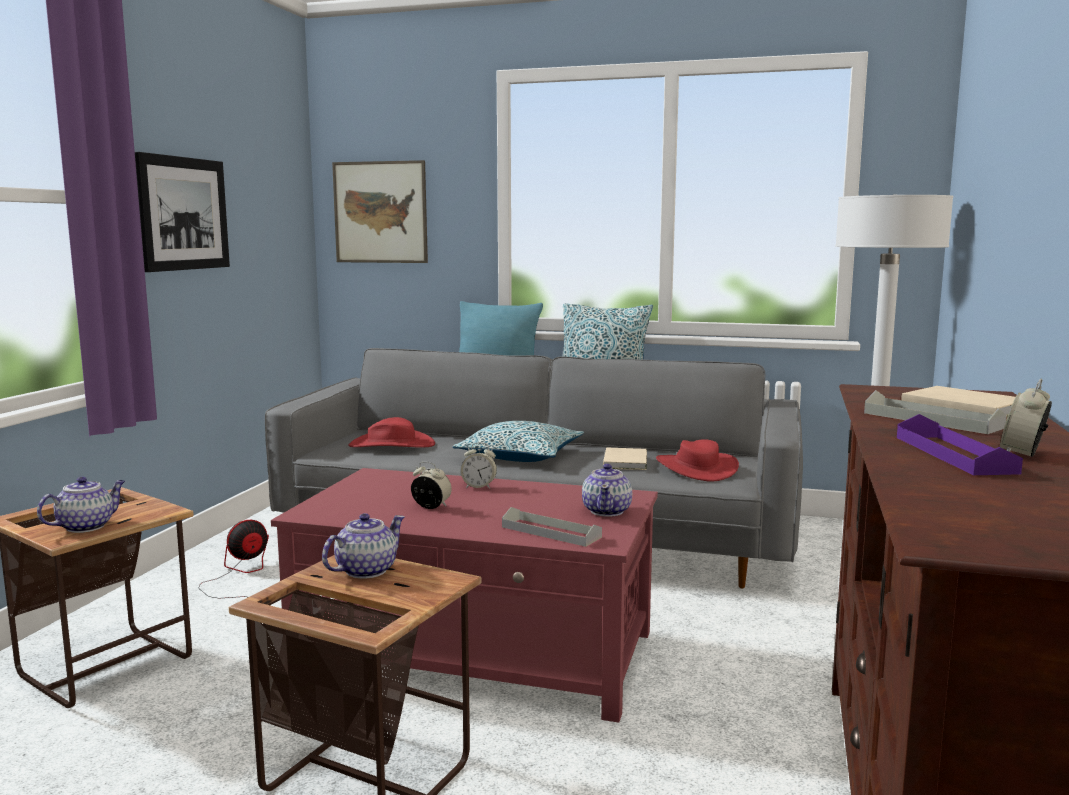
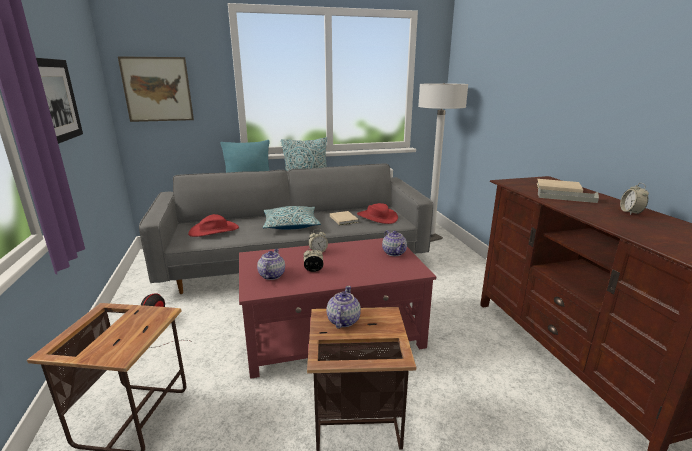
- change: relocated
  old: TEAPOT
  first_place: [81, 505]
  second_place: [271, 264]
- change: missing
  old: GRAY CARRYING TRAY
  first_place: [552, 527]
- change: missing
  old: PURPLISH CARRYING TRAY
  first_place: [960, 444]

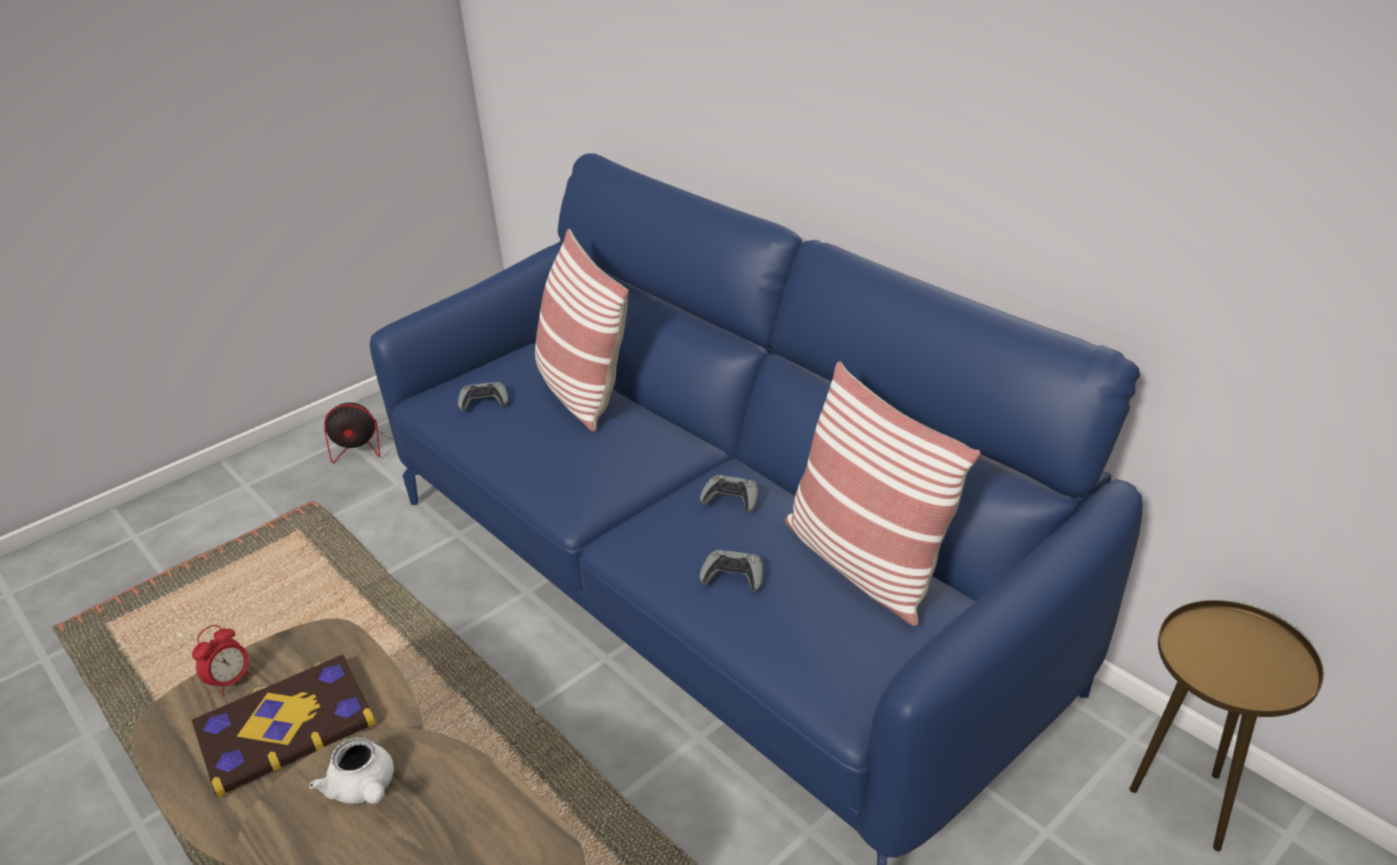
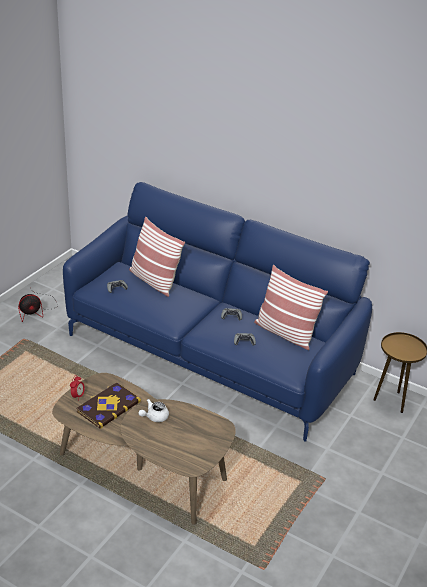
- change: spun
  old: WHITISH TEAPOT
  first_place: [351, 770]
  second_place: [154, 410]
  degrees: 105

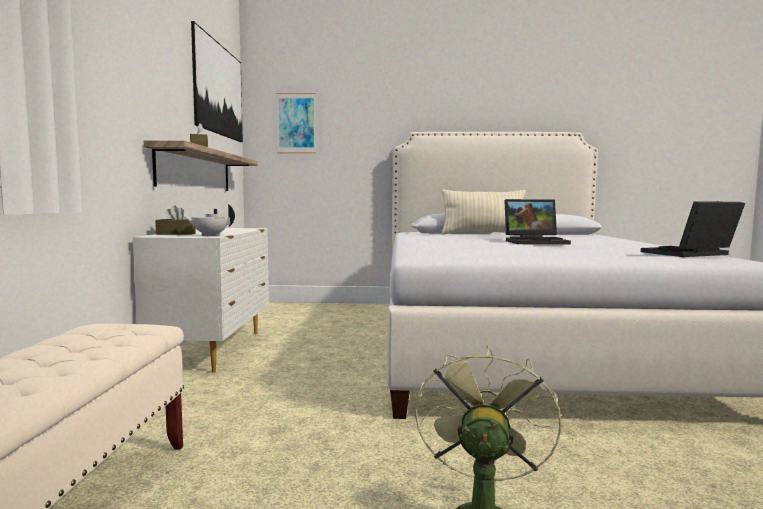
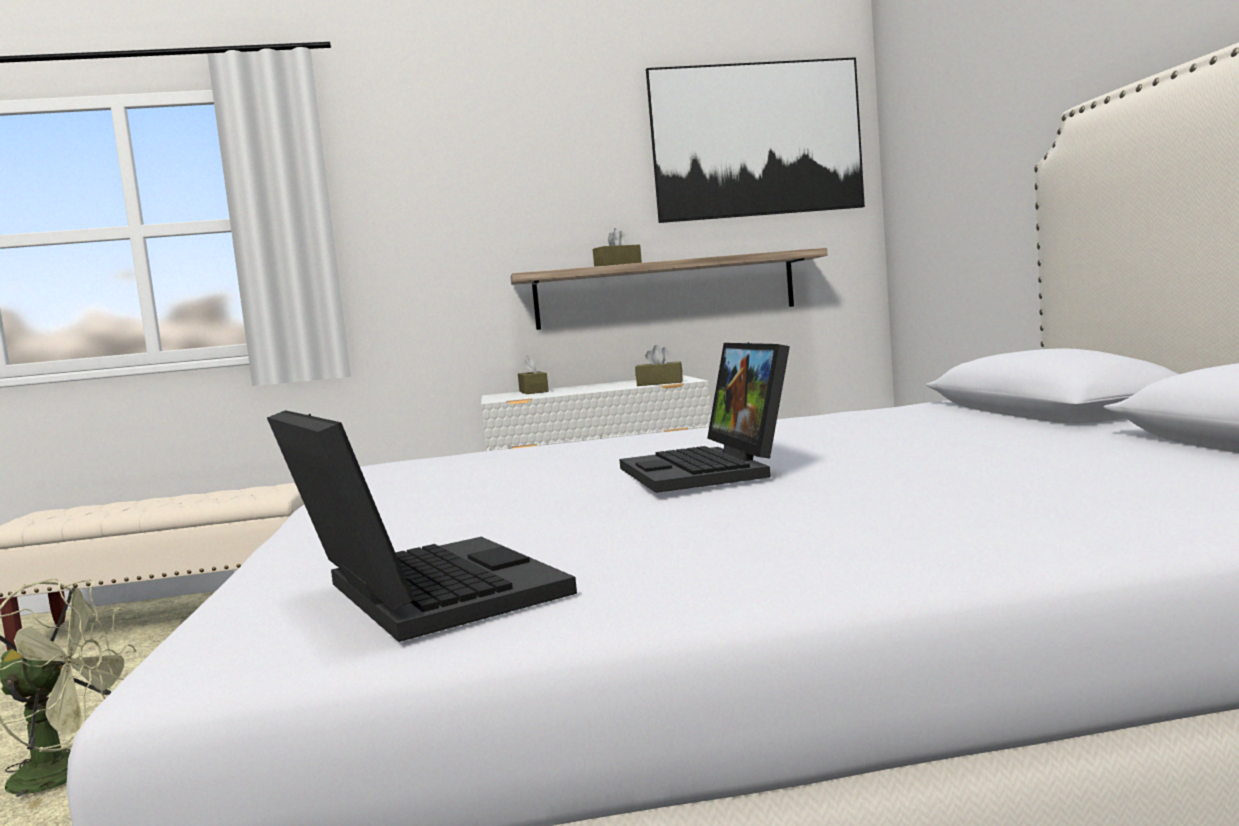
- change: missing
  old: WHITISH TEAPOT
  first_place: [209, 220]
- change: missing
  old: PICTURE
  first_place: [296, 123]
- change: missing
  old: SAND-COLOURED CUSHION
  first_place: [484, 211]
- change: appeared
  new: BROWNISH BOX OF TISSUES
  second_place: [659, 365]

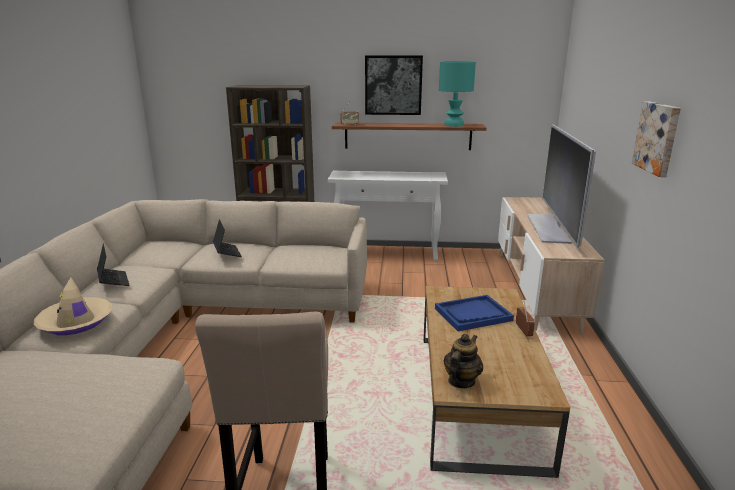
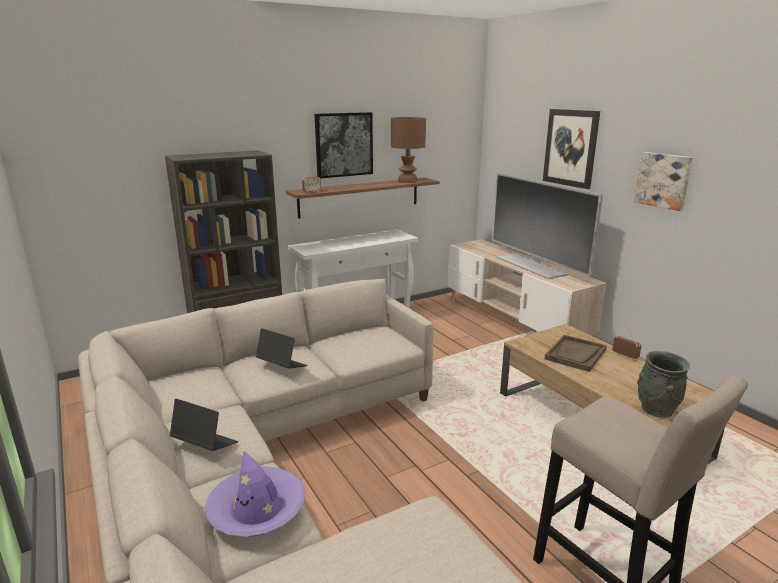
- change: colour
  old: SAND-COLOURED CLOTHING HAT
  new: PURPLISH CLOTHING HAT
  first_place: [73, 306]
  second_place: [255, 494]
- change: colour
  old: BLUE CARRYING TRAY
  new: BROWNISH CARRYING TRAY
  first_place: [474, 313]
  second_place: [575, 353]
- change: colour
  old: BLUE-GREEN TABLETOP LAMP
  new: BROWNISH TABLETOP LAMP
  first_place: [457, 94]
  second_place: [408, 150]
- change: exchanged
  old: TEAPOT
  new: GRAY DECORATIVE VASE
  first_place: [463, 361]
  second_place: [663, 384]
- change: appeared
  new: PICTURE
  second_place: [571, 149]

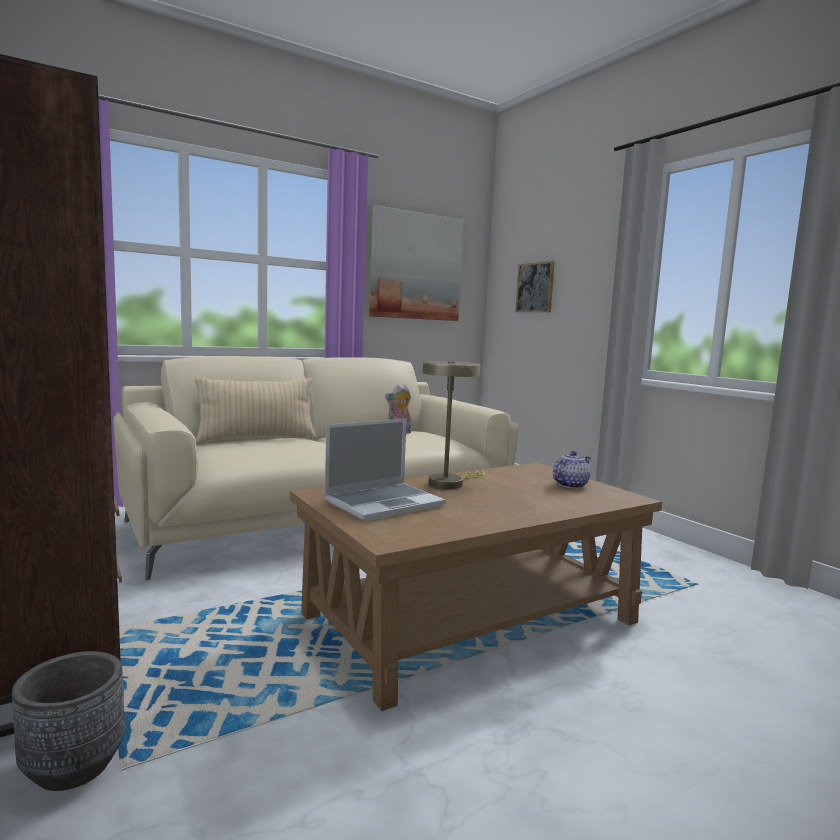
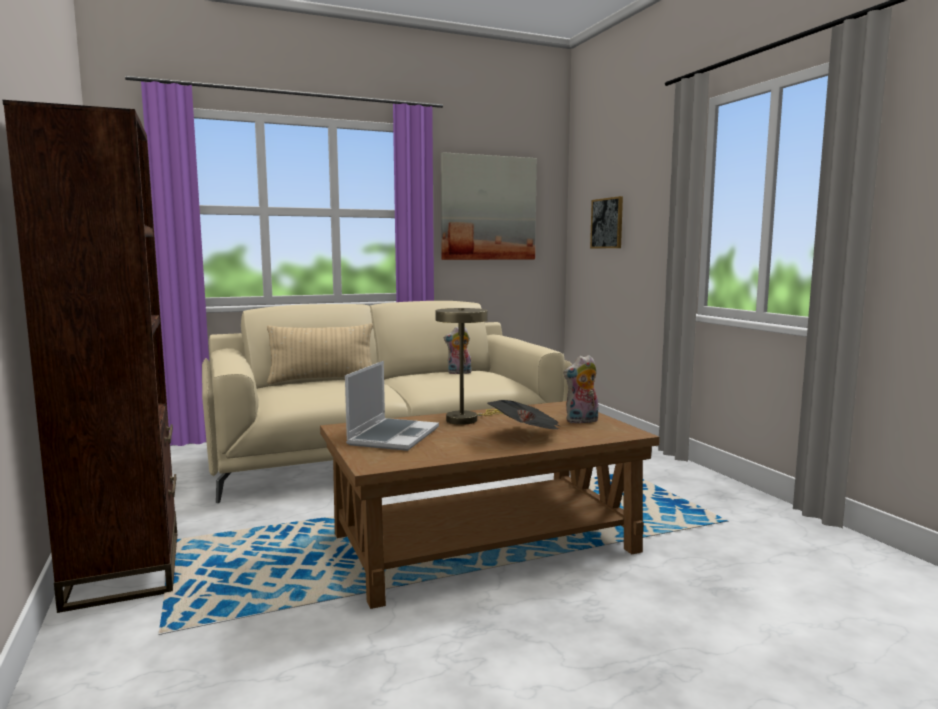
- change: missing
  old: GRAY PLANT POT
  first_place: [68, 721]
- change: spun
  old: PORTABLE COMPUTER
  first_place: [385, 470]
  second_place: [392, 406]
  degrees: -45
- change: exchanged
  old: TEAPOT
  new: SOFT TOY
  first_place: [572, 470]
  second_place: [580, 389]
- change: appeared
  new: NEWSPAPER
  second_place: [523, 414]

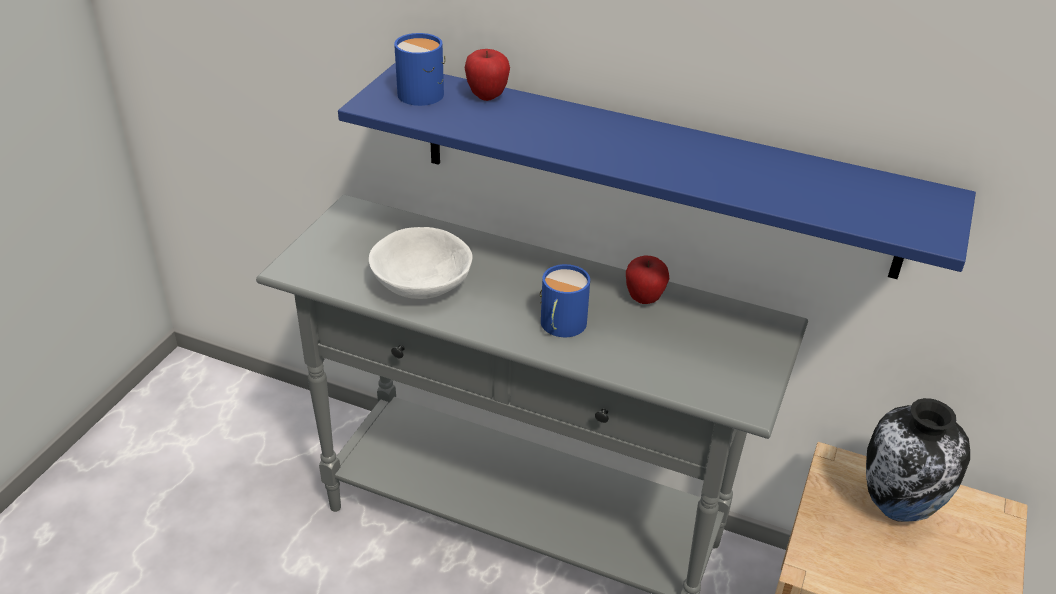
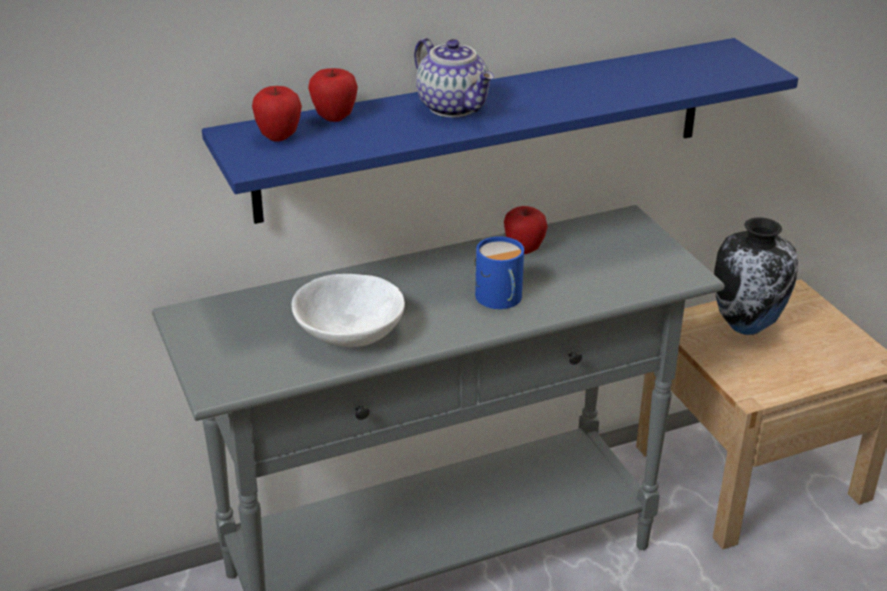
- change: exchanged
  old: BLUE TEA MUG
  new: APPLE
  first_place: [419, 69]
  second_place: [277, 114]
- change: appeared
  new: TEAPOT
  second_place: [454, 78]

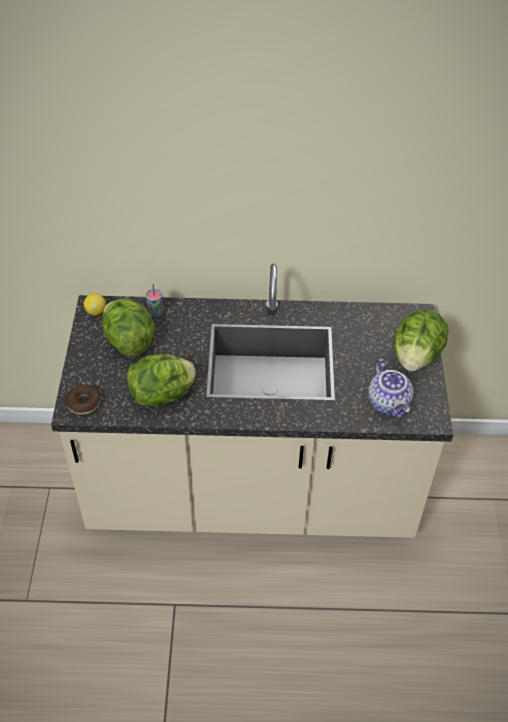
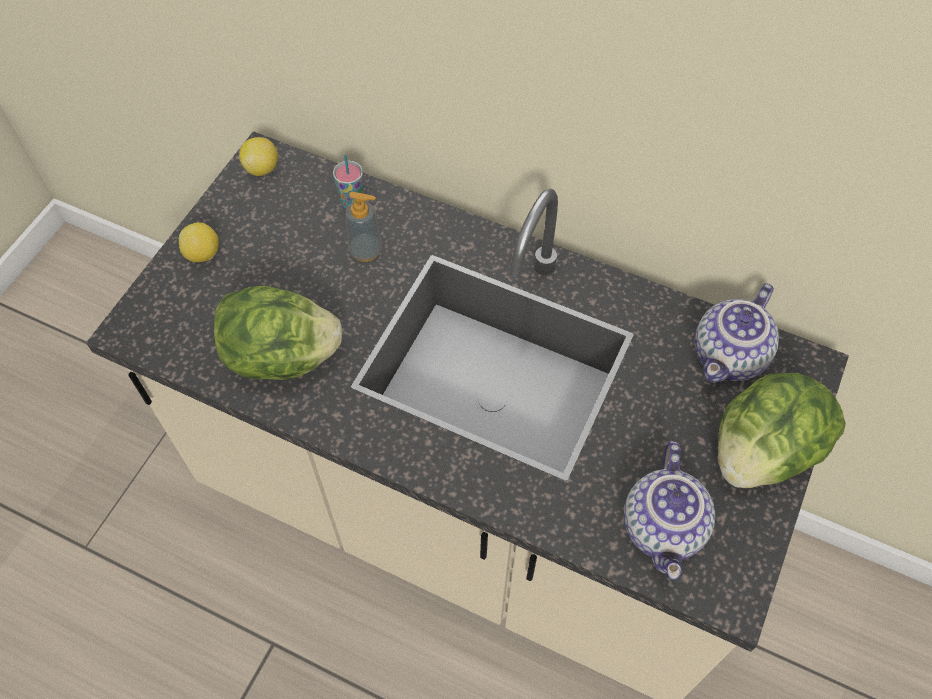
- change: missing
  old: RING DOUGHNUT
  first_place: [83, 399]
- change: missing
  old: HEAD OF LETTUCE
  first_place: [128, 327]
- change: appeared
  new: LEMON
  second_place: [199, 242]
- change: appeared
  new: SOAP DISPENSER
  second_place: [363, 227]
- change: appeared
  new: TEAPOT
  second_place: [737, 333]

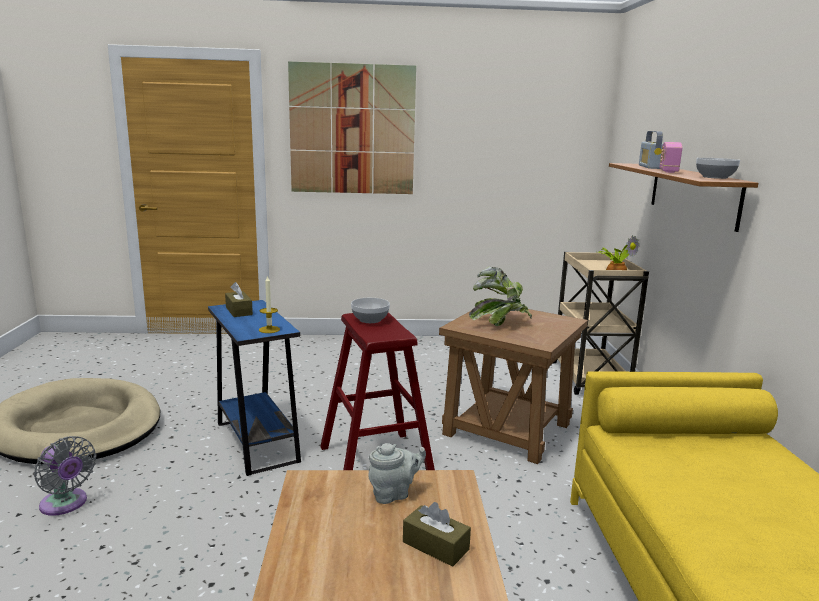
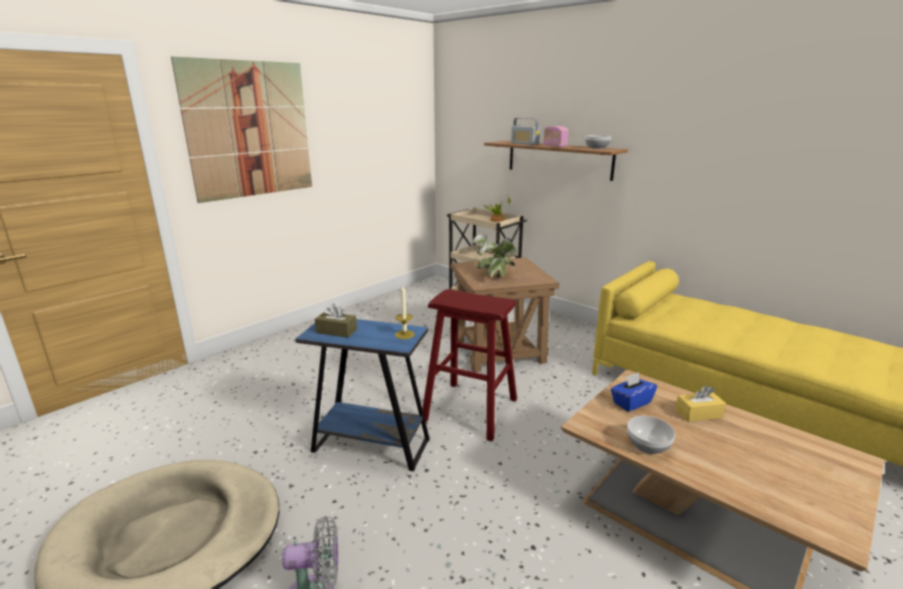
- change: relocated
  old: DEEP DISH
  first_place: [370, 310]
  second_place: [651, 435]
- change: exchanged
  old: GRAY TEAPOT
  new: BLUE BOX OF TISSUES
  first_place: [397, 473]
  second_place: [634, 391]
- change: colour
  old: BROWNISH BOX OF TISSUES
  new: YELLOWISH BOX OF TISSUES
  first_place: [437, 534]
  second_place: [700, 404]

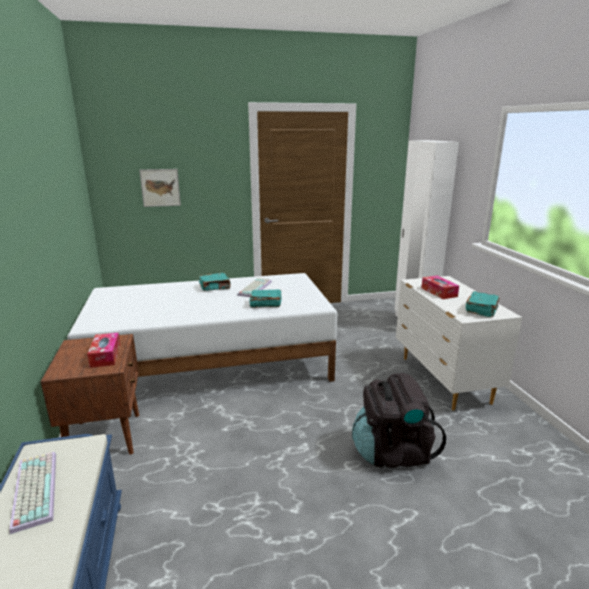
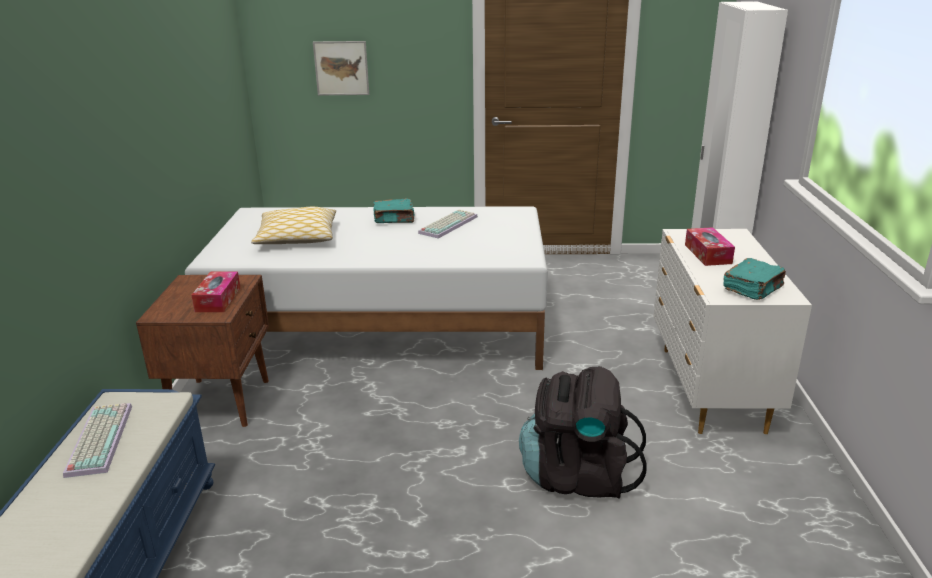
- change: missing
  old: BLUE-GREEN VOLUME
  first_place: [265, 299]
- change: appeared
  new: CUSHION
  second_place: [293, 225]

